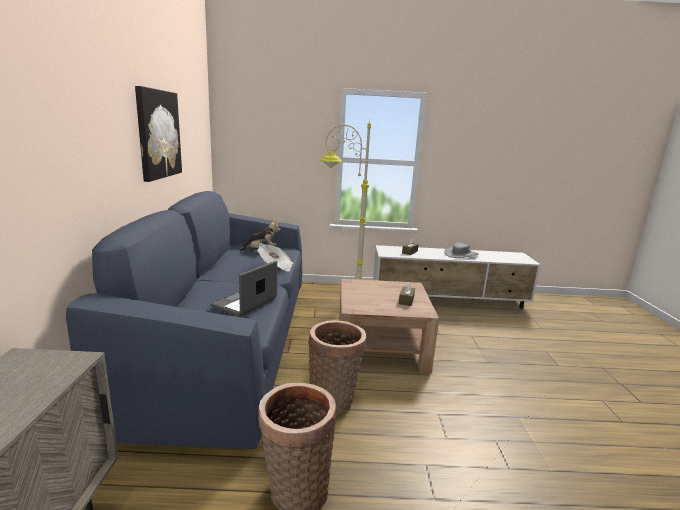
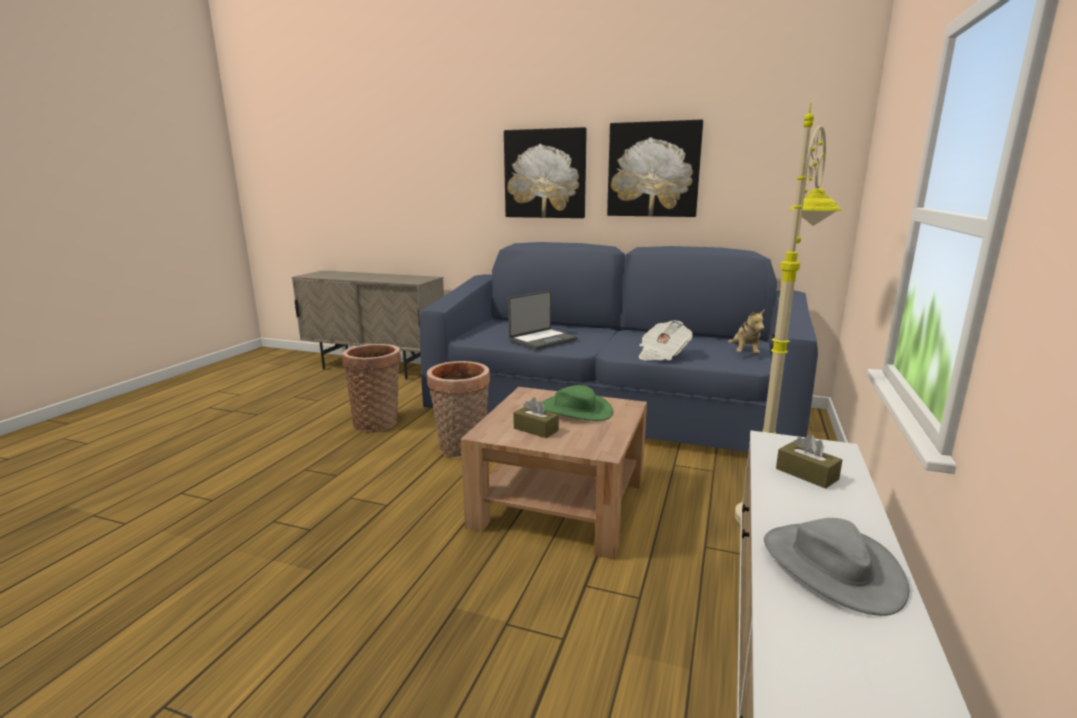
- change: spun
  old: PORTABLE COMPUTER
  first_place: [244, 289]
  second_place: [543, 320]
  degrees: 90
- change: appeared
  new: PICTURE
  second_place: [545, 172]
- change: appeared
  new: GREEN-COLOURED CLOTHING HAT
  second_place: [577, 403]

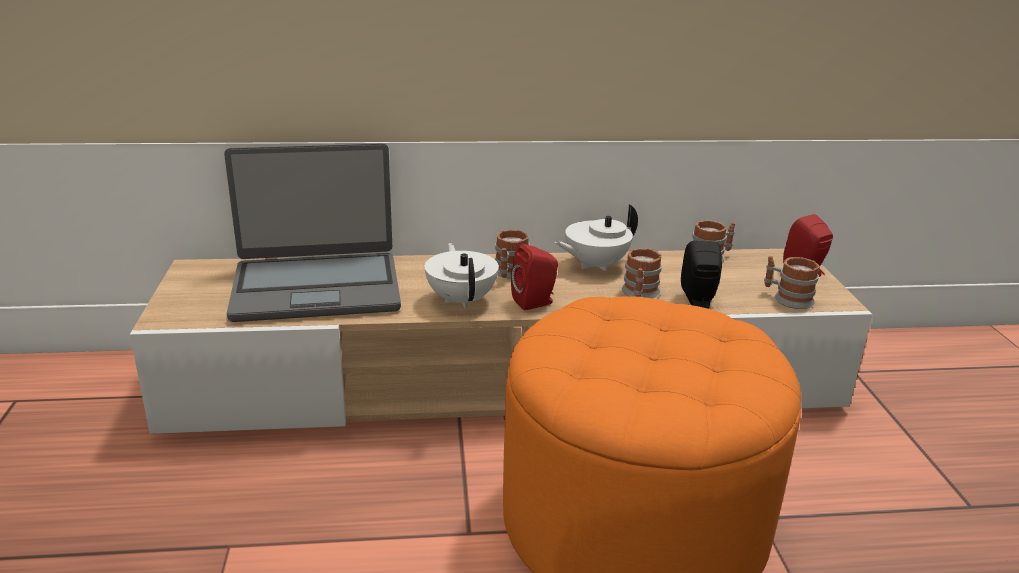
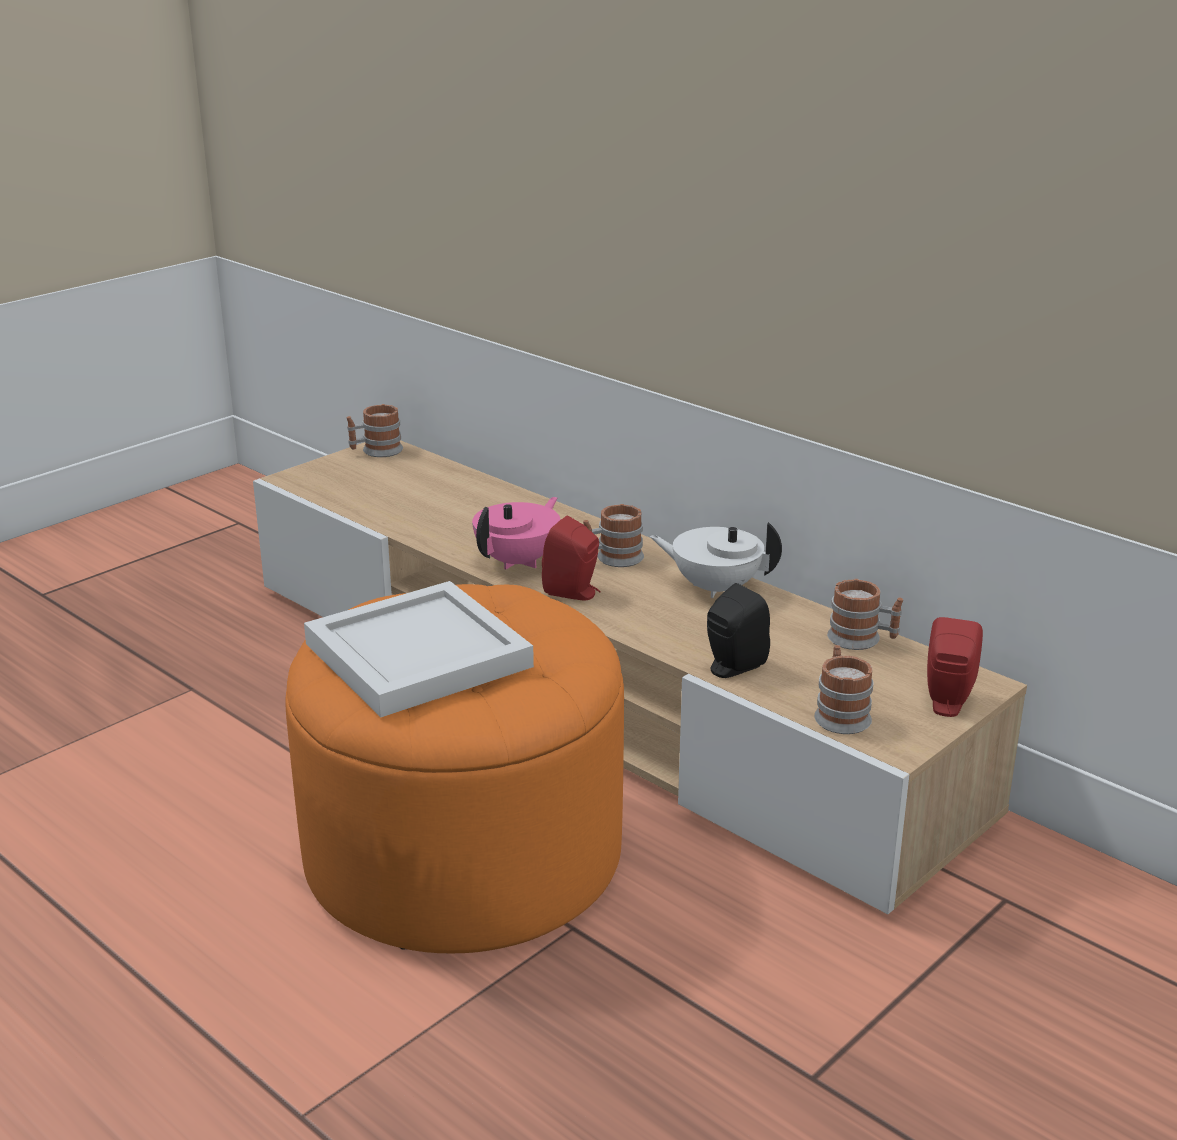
- change: missing
  old: PORTABLE COMPUTER
  first_place: [312, 232]
- change: colour
  old: WHITISH TEAPOT
  new: PINK TEAPOT
  first_place: [462, 276]
  second_place: [516, 533]
- change: relocated
  old: TEA MUG
  first_place: [642, 273]
  second_place: [375, 430]
- change: appeared
  new: WHITISH CARRYING TRAY
  second_place: [419, 649]

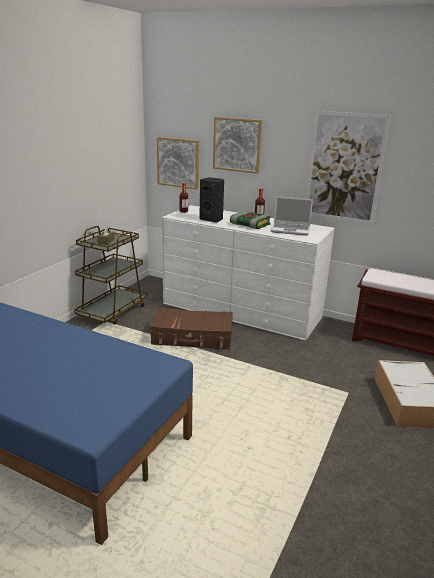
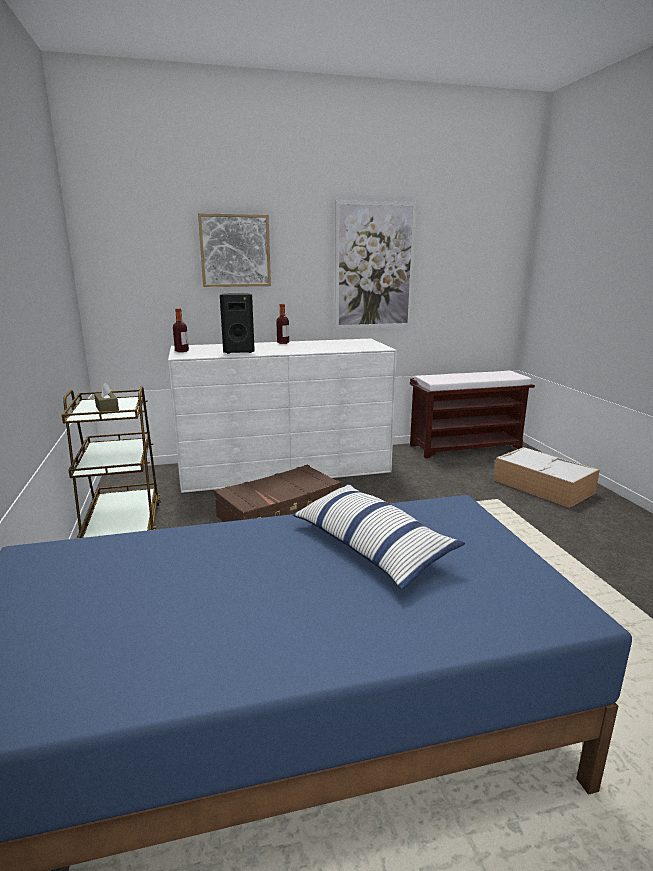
- change: missing
  old: PICTURE
  first_place: [178, 163]
- change: missing
  old: VOLUME
  first_place: [250, 220]
- change: missing
  old: PORTABLE COMPUTER
  first_place: [292, 216]
- change: appeared
  new: CUSHION
  second_place: [379, 537]

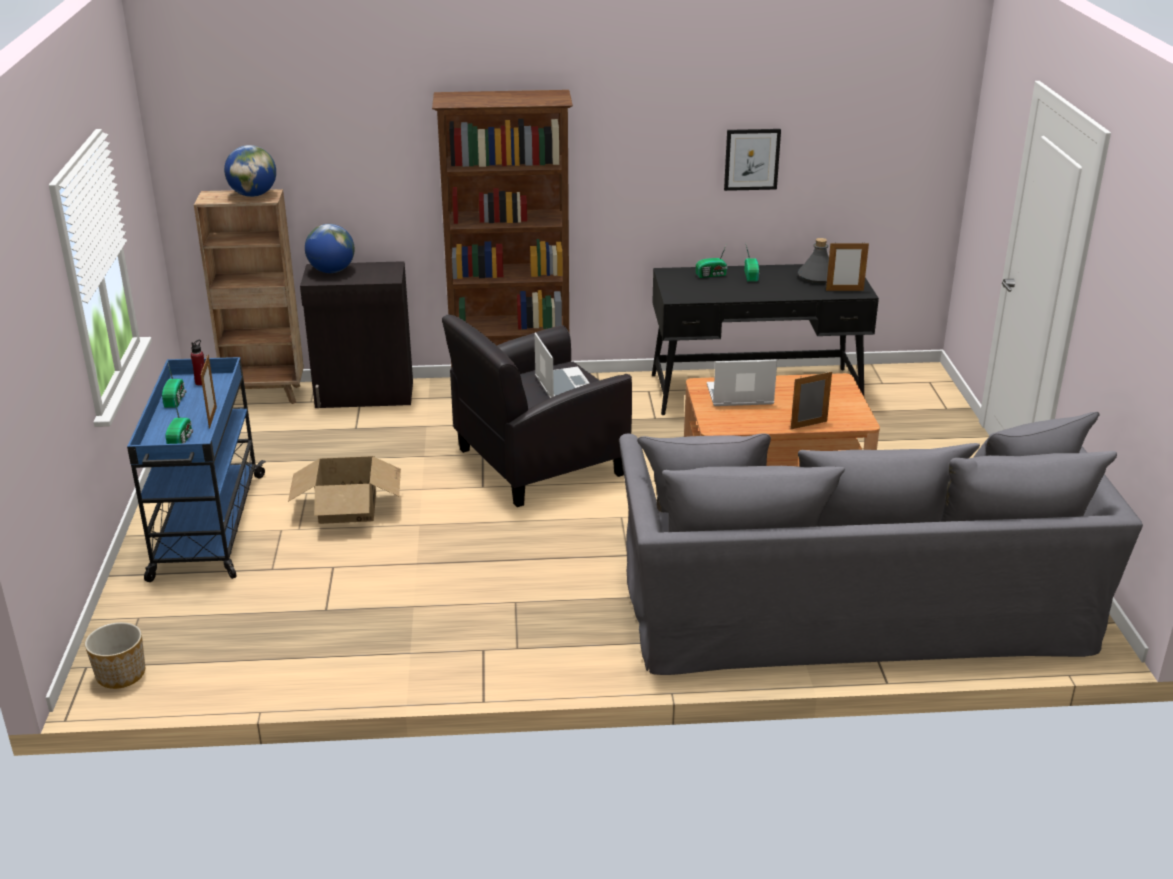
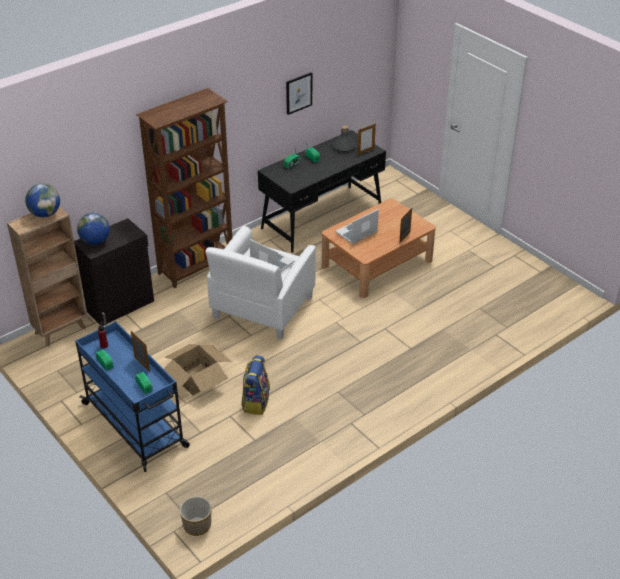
- change: colour
  old: BLACK-COLOURED LOUNGE CHAIR
  new: WHITISH LOUNGE CHAIR
  first_place: [537, 411]
  second_place: [260, 283]
- change: missing
  old: GRAY SOFA
  first_place: [881, 543]
- change: appeared
  new: BACKPACK
  second_place: [255, 385]

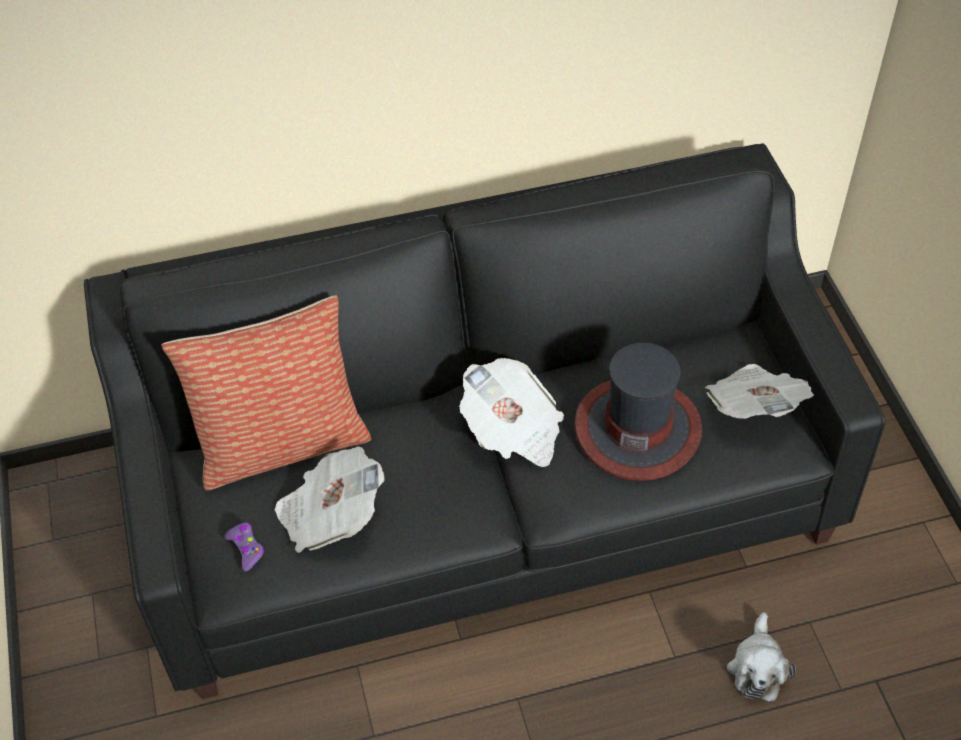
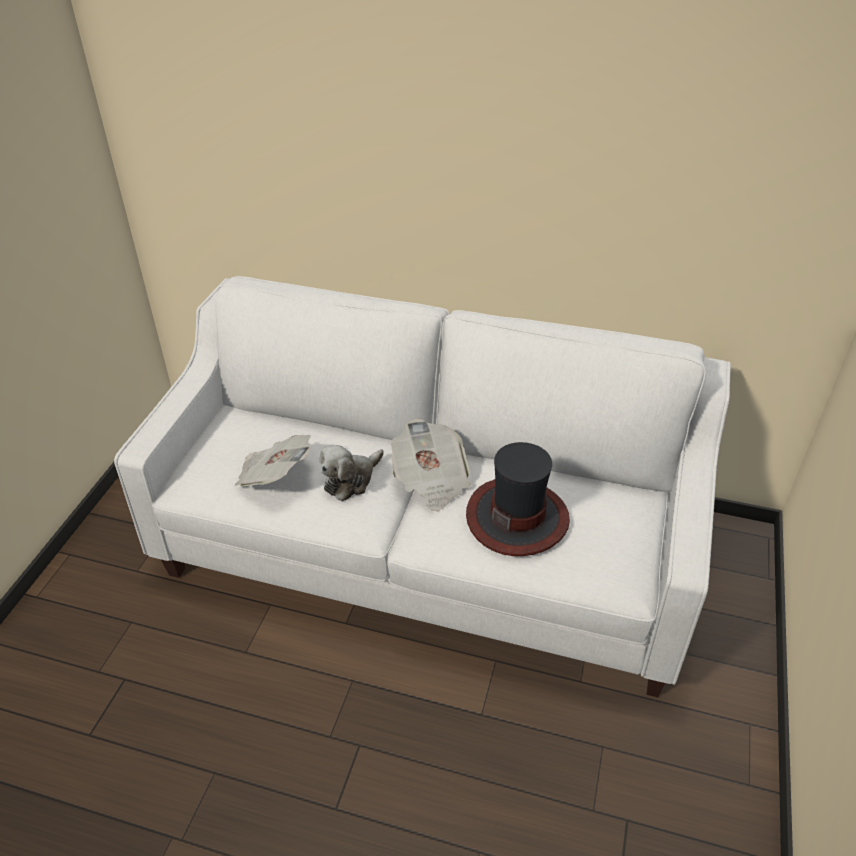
- change: colour
  old: BLACK-COLOURED SOFA
  new: WHITISH SOFA
  first_place: [484, 421]
  second_place: [422, 486]
- change: missing
  old: CUSHION
  first_place: [266, 393]
- change: missing
  old: PURPLISH GAMEPAD
  first_place: [244, 547]
- change: missing
  old: NEWSPAPER
  first_place: [759, 391]
- change: relocated
  old: SOFT TOY
  first_place: [761, 656]
  second_place: [351, 473]

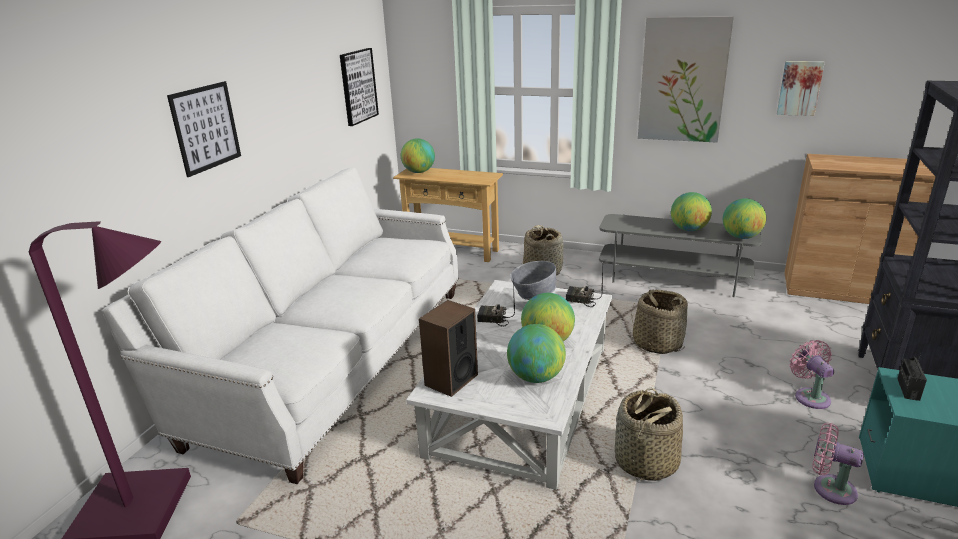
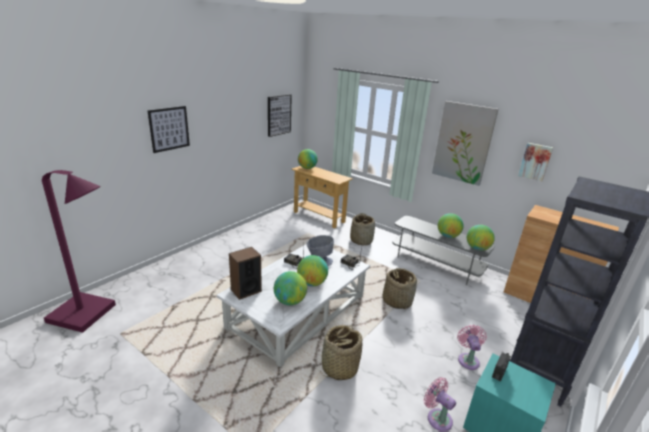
- change: missing
  old: WHITISH SOFA
  first_place: [280, 325]

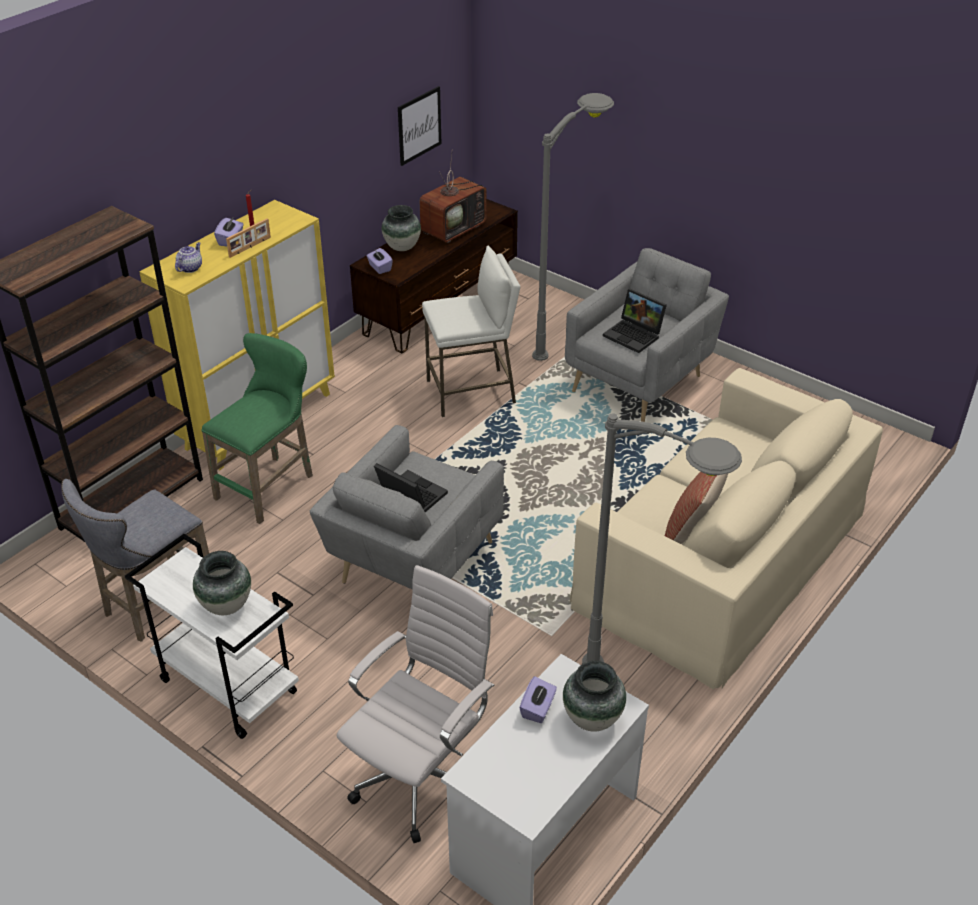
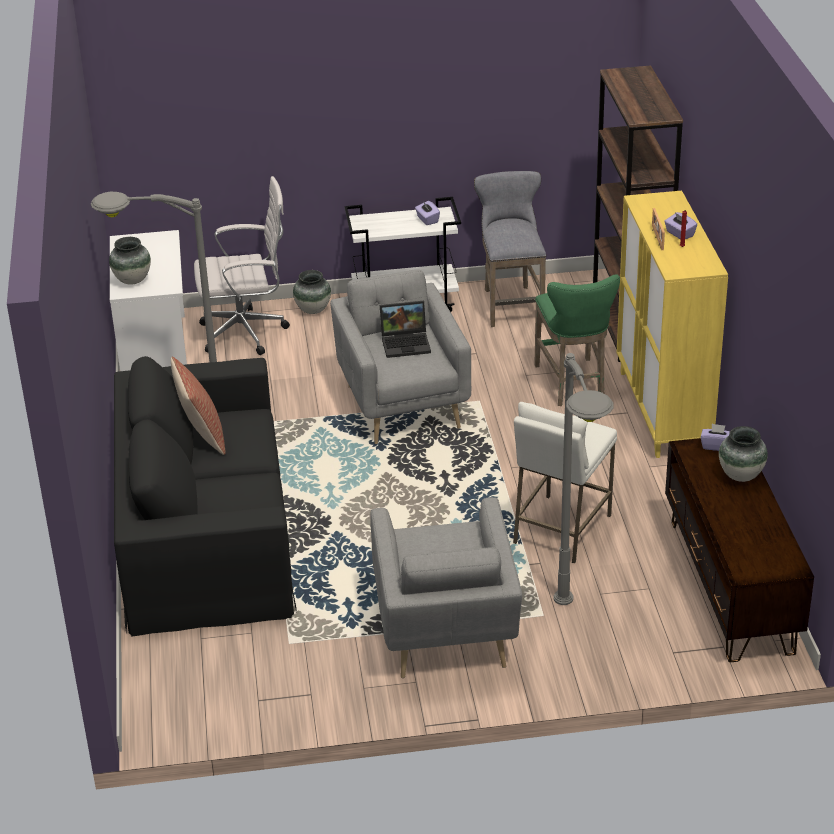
- change: missing
  old: TEAPOT
  first_place: [188, 257]
- change: relocated
  old: DECORATIVE VASE
  first_place: [222, 583]
  second_place: [312, 292]
- change: spun
  old: WHITISH OFFICE CHAIR
  first_place: [415, 704]
  second_place: [242, 265]
  degrees: -90
- change: missing
  old: PICTURE
  first_place: [420, 126]
- change: missing
  old: TV
  first_place: [453, 196]
- change: relocated
  old: PURPLISH BOX OF TISSUES
  first_place: [538, 699]
  second_place: [427, 213]
- change: colour
  old: SAND-COLOURED SOFA
  new: BLACK-COLOURED SOFA
  first_place: [726, 529]
  second_place: [205, 496]
- change: missing
  old: PORTABLE COMPUTER
  first_place: [635, 321]

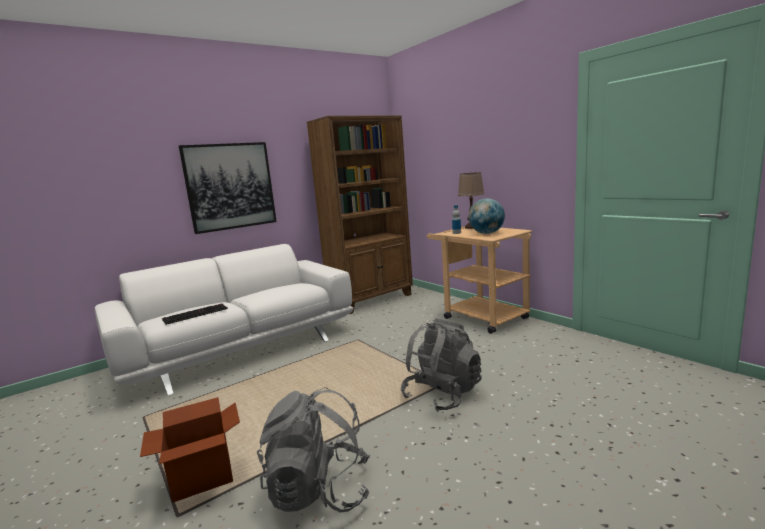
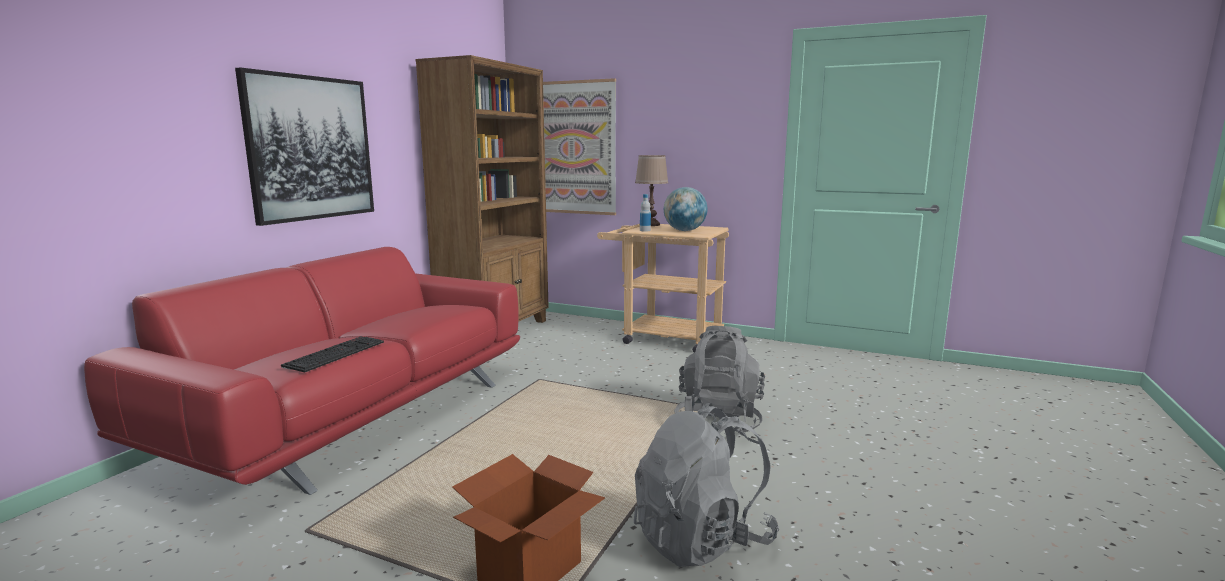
- change: colour
  old: WHITISH SOFA
  new: RED-COLOURED SOFA
  first_place: [224, 319]
  second_place: [302, 371]
- change: appeared
  new: PICTURE
  second_place: [579, 146]

